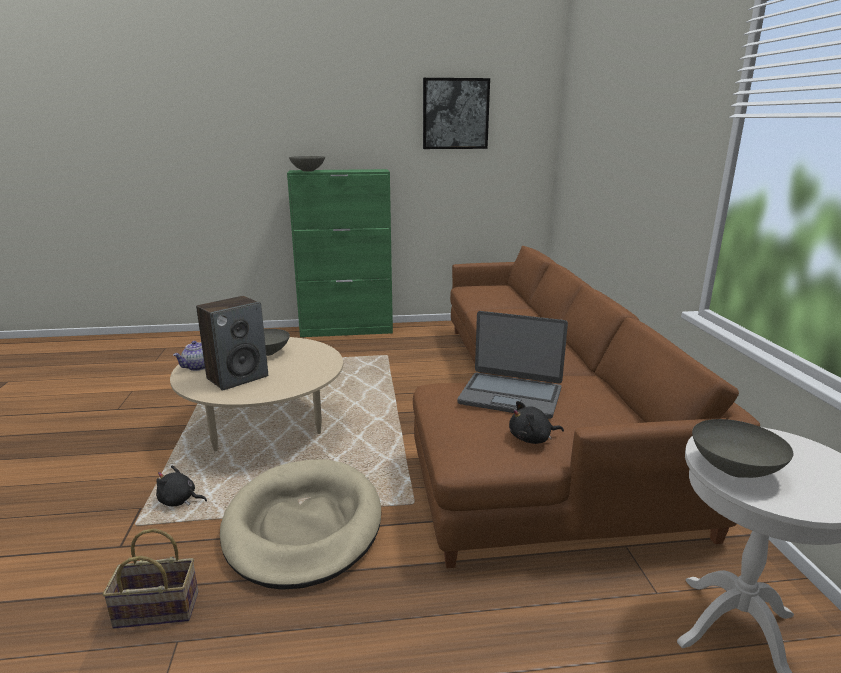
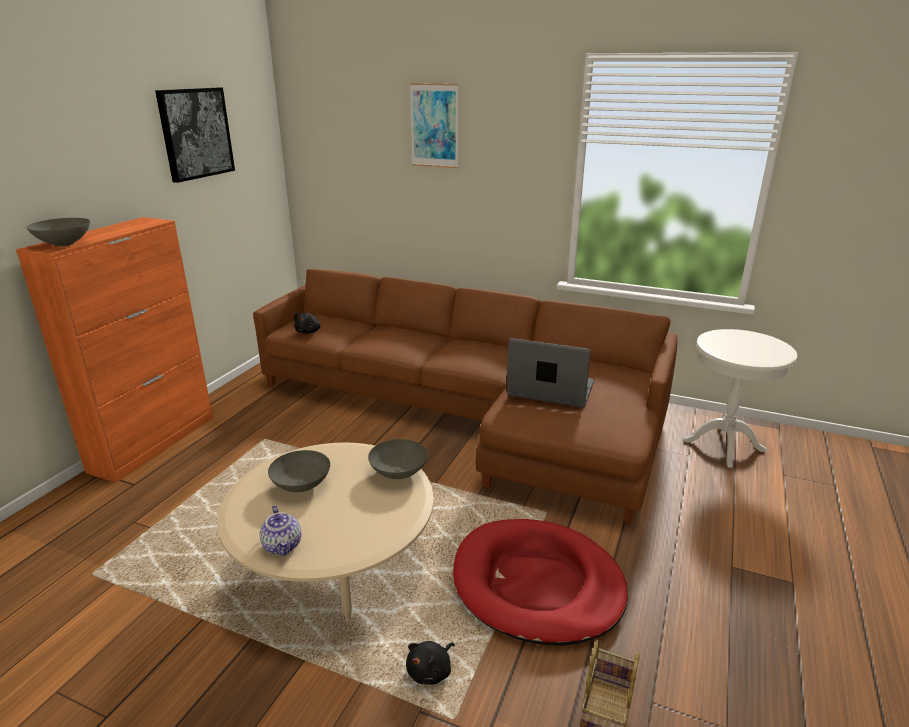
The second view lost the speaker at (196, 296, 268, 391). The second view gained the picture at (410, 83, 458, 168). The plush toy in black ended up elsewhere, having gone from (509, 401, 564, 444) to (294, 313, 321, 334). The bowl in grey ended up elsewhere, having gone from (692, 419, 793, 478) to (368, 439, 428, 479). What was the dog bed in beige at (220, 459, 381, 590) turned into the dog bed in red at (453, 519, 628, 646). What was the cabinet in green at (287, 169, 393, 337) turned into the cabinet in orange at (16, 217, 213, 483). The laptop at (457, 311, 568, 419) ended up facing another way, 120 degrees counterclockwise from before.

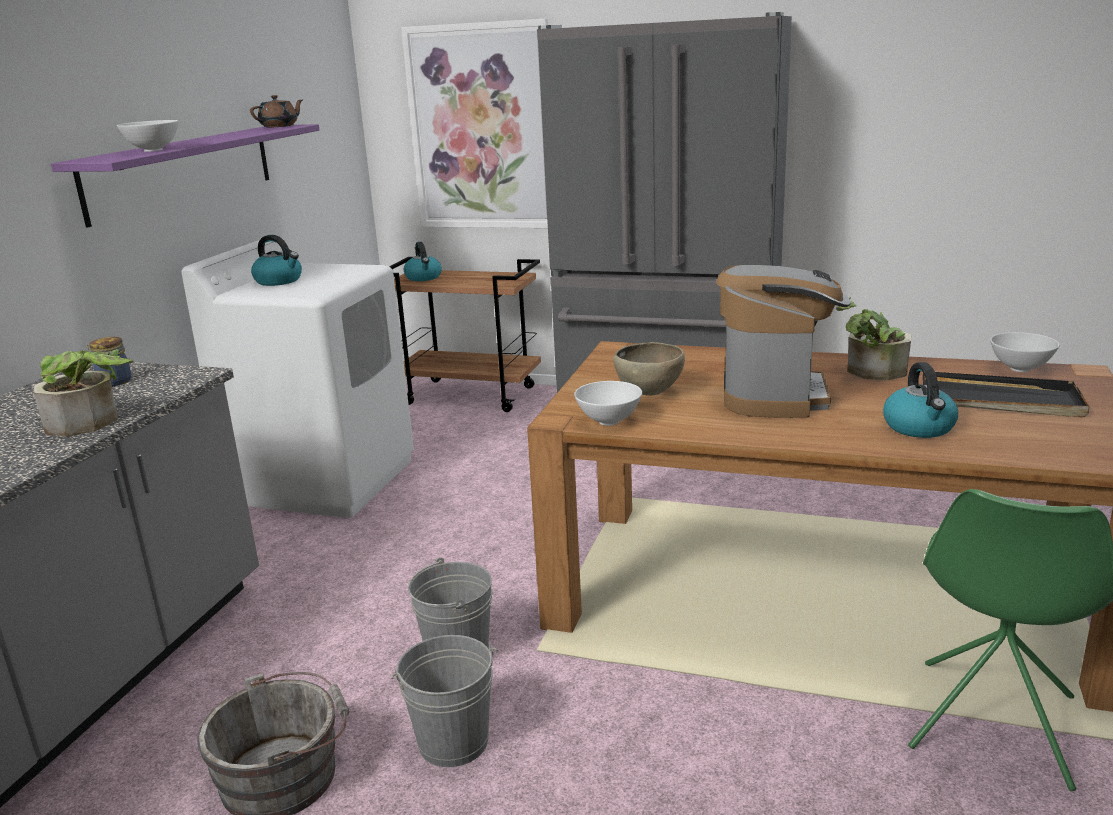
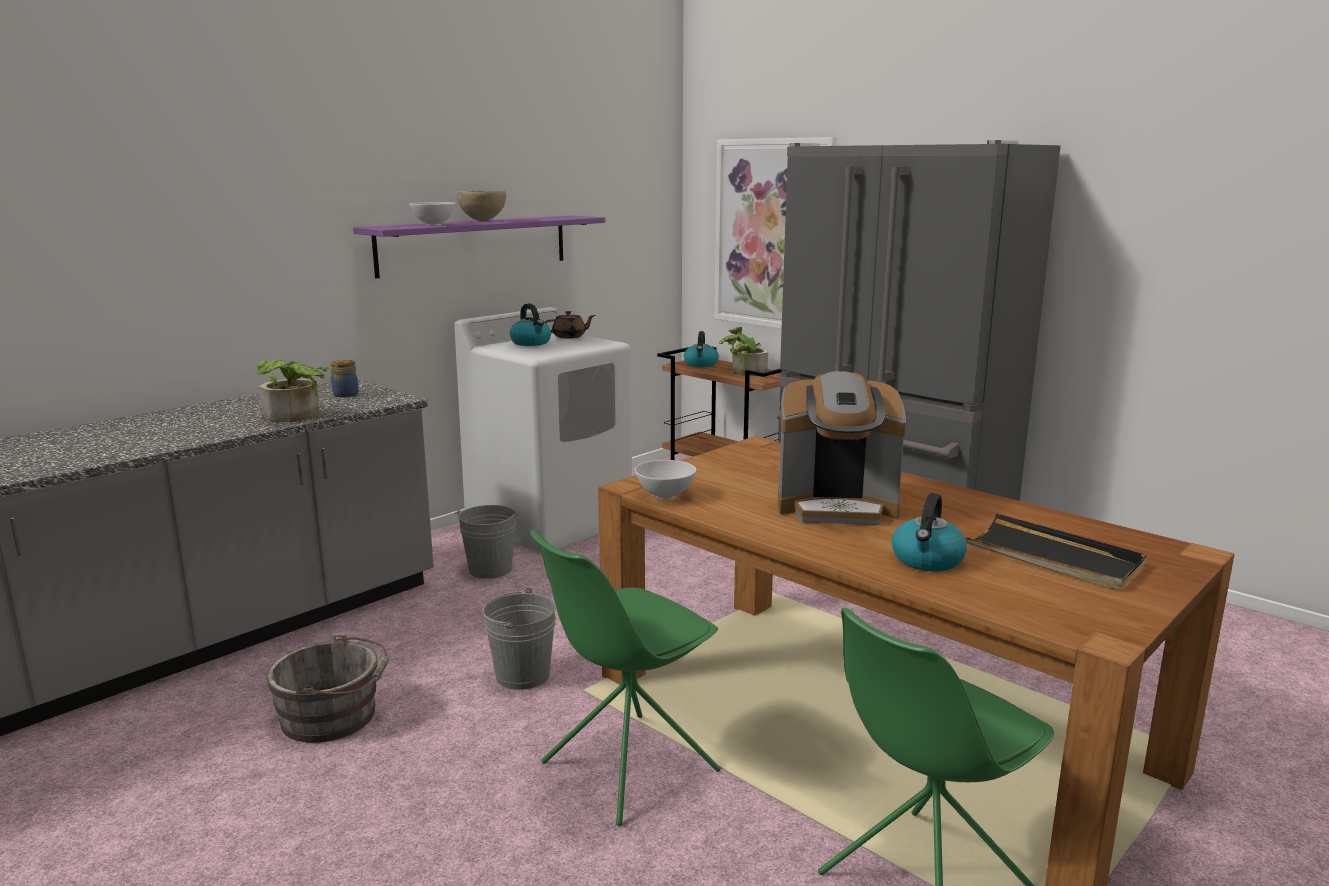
The second view lost the bowl in white at (990, 332, 1059, 372). The second view gained the chair in green at (530, 530, 721, 826). The teapot in brown ended up elsewhere, having gone from (250, 95, 304, 127) to (545, 311, 595, 339). The bucket in grey ended up elsewhere, having gone from (391, 635, 498, 767) to (454, 505, 519, 579). The bowl in brown ended up elsewhere, having gone from (613, 342, 685, 396) to (457, 191, 506, 222). The potted plant ended up elsewhere, having gone from (836, 297, 911, 380) to (719, 327, 768, 376). The coffee machine at (716, 265, 851, 418) ended up facing another way, 60 degrees clockwise from before.

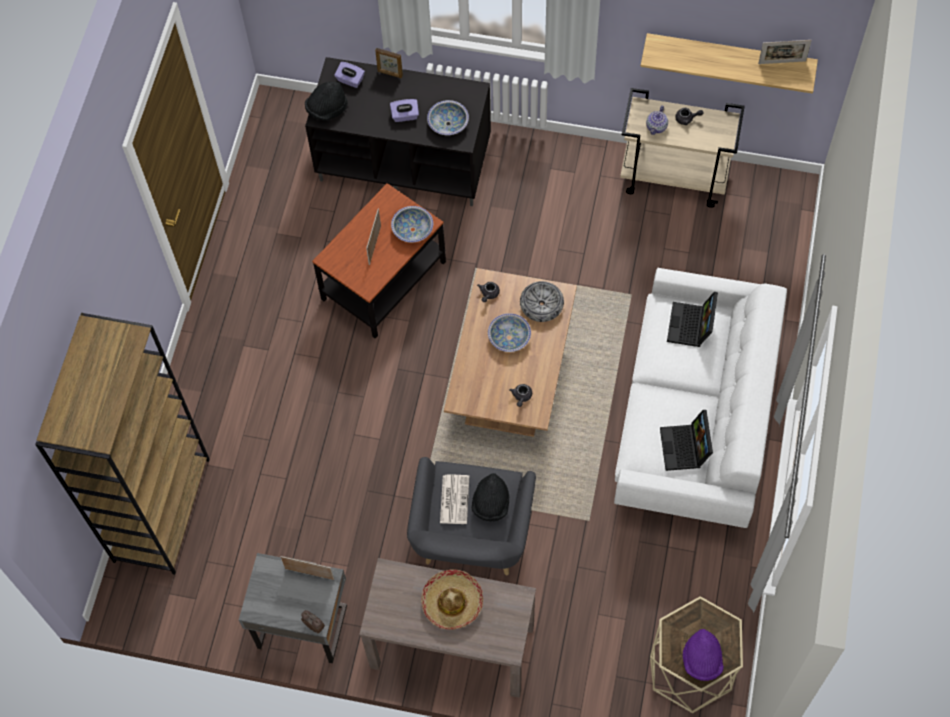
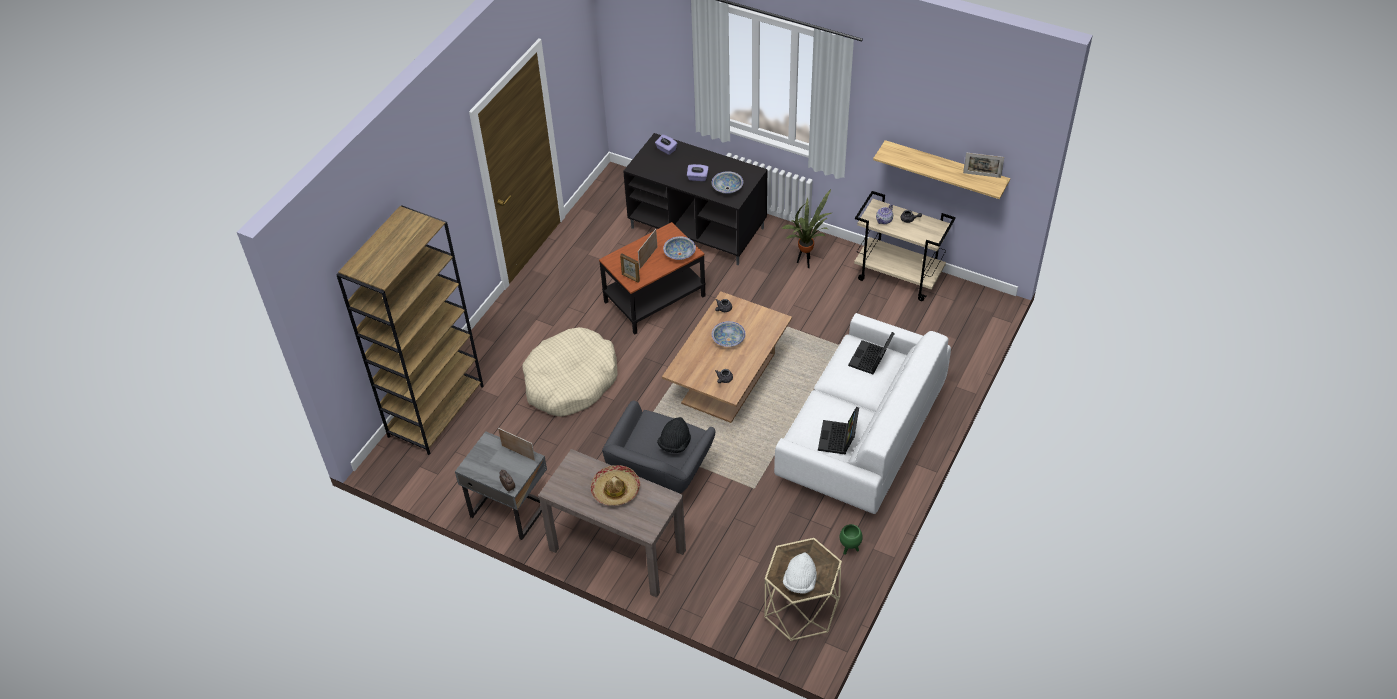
The second view lost the hat in black at (305, 81, 348, 121). The second view lost the newspaper at (440, 475, 469, 524). The second view lost the bowl at (520, 281, 564, 322). The second view gained the dog bed in beige at (522, 327, 618, 417). The second view gained the potted plant at (782, 189, 831, 268). The second view gained the planter in green at (840, 524, 863, 555). The picture frame ended up elsewhere, having gone from (375, 48, 403, 78) to (620, 253, 640, 283). What was the hat in purple at (683, 629, 724, 681) turned into the hat in white at (783, 552, 817, 594).

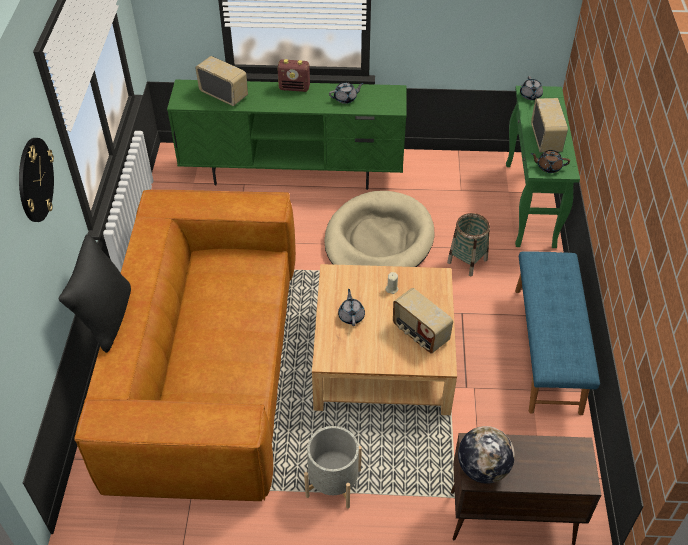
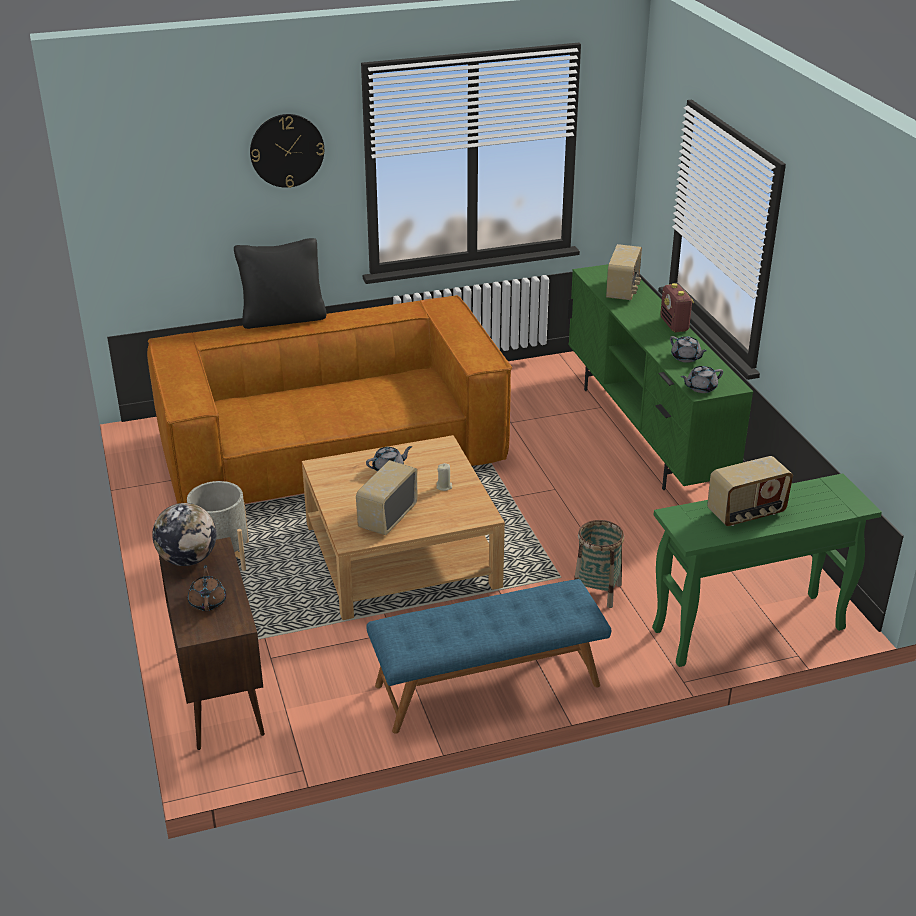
The second view lost the dog bed in beige at (324, 191, 435, 267). The teapot in grey ended up elsewhere, having gone from (520, 76, 543, 100) to (681, 366, 723, 393). The teapot in brown ended up elsewhere, having gone from (530, 150, 570, 173) to (188, 565, 226, 611).

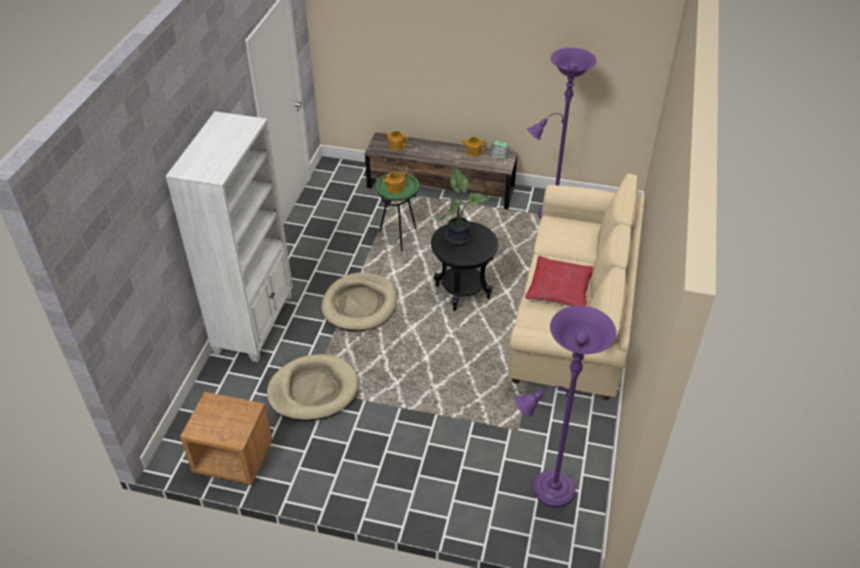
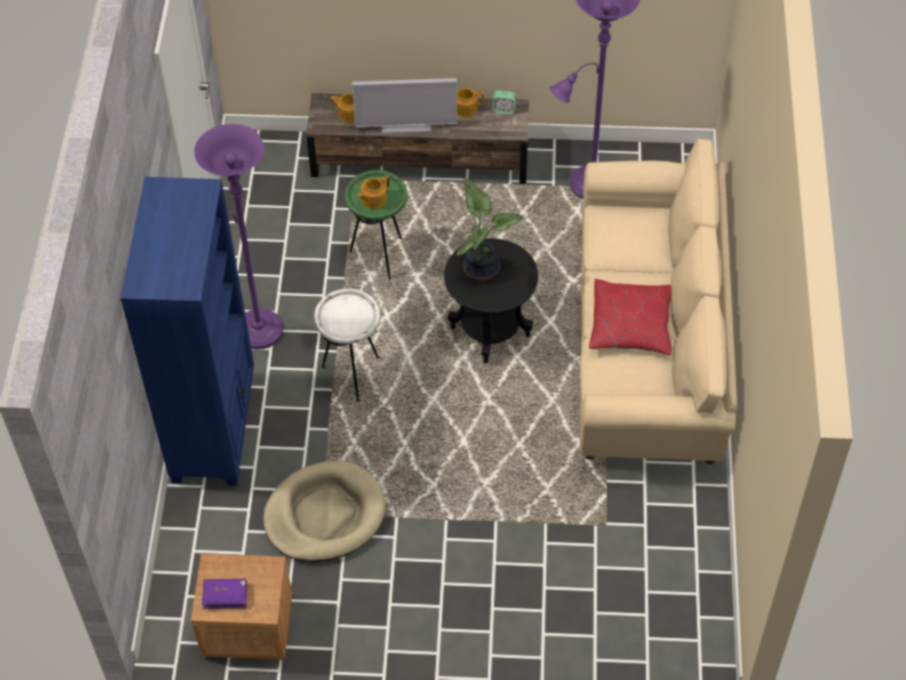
The second view gained the book in purple at (202, 578, 247, 609). The second view gained the television at (352, 78, 457, 133). The floor lamp in purple ended up elsewhere, having gone from (515, 306, 616, 508) to (194, 124, 283, 349). Where the dog bed in beige stood at (321, 272, 397, 332), the side table in white came to stand at (314, 289, 380, 402). What was the bookcase in white at (165, 111, 293, 362) turned into the bookcase in blue at (120, 177, 254, 486).

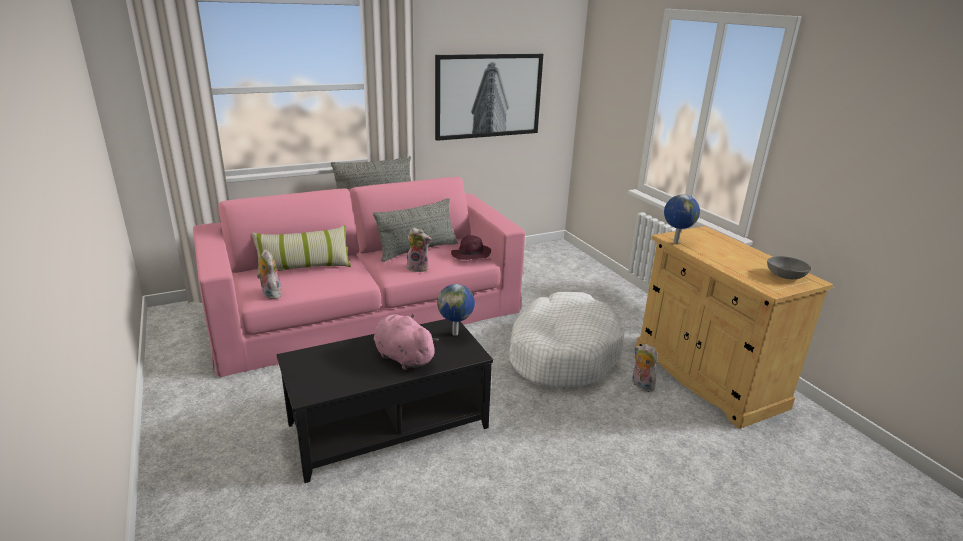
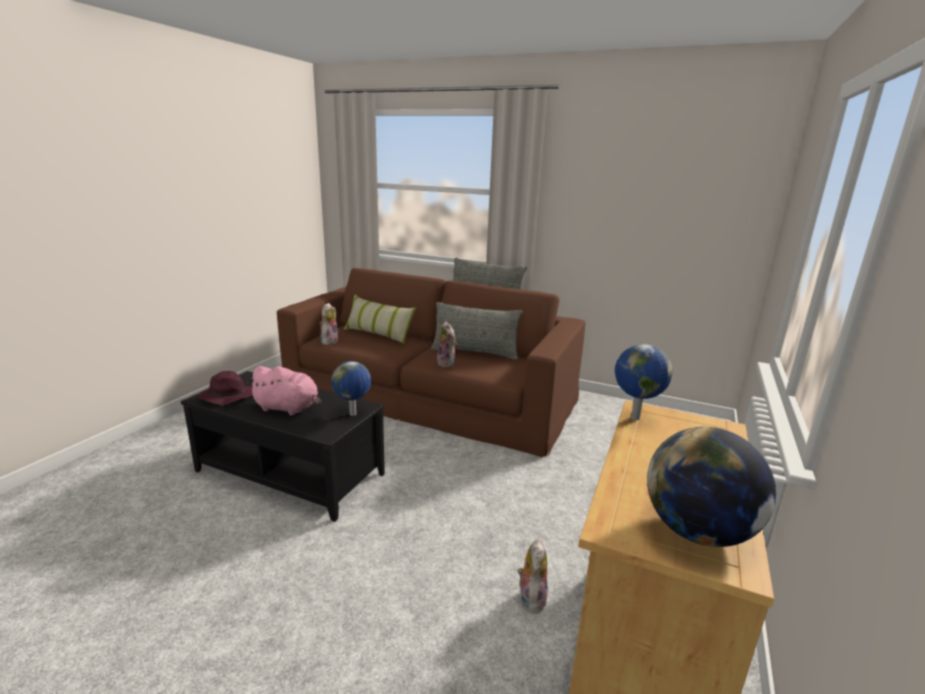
The second view lost the picture at (435, 54, 543, 141). The second view lost the dog bed in white at (509, 292, 623, 387). The hat in purple ended up elsewhere, having gone from (451, 235, 491, 260) to (198, 371, 253, 405). Where the bowl in grey stood at (767, 256, 811, 279), the globe came to stand at (647, 427, 776, 547). What was the sofa in pink at (193, 177, 525, 377) turned into the sofa in brown at (277, 268, 586, 457). The plush toy in pink at (374, 314, 439, 370) ended up facing another way, 105 degrees clockwise from before.

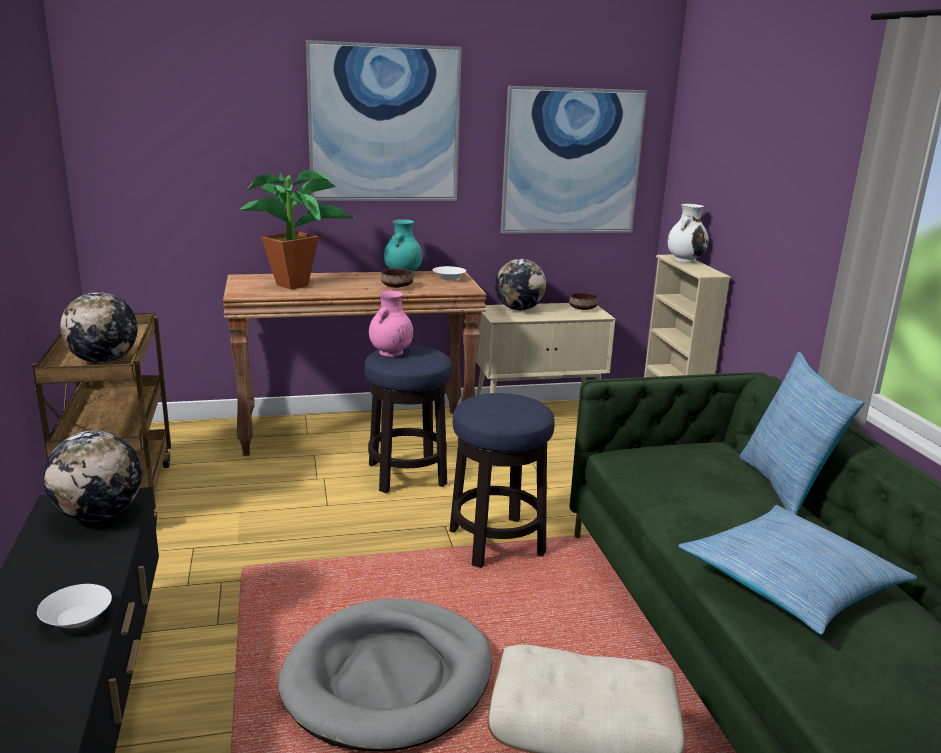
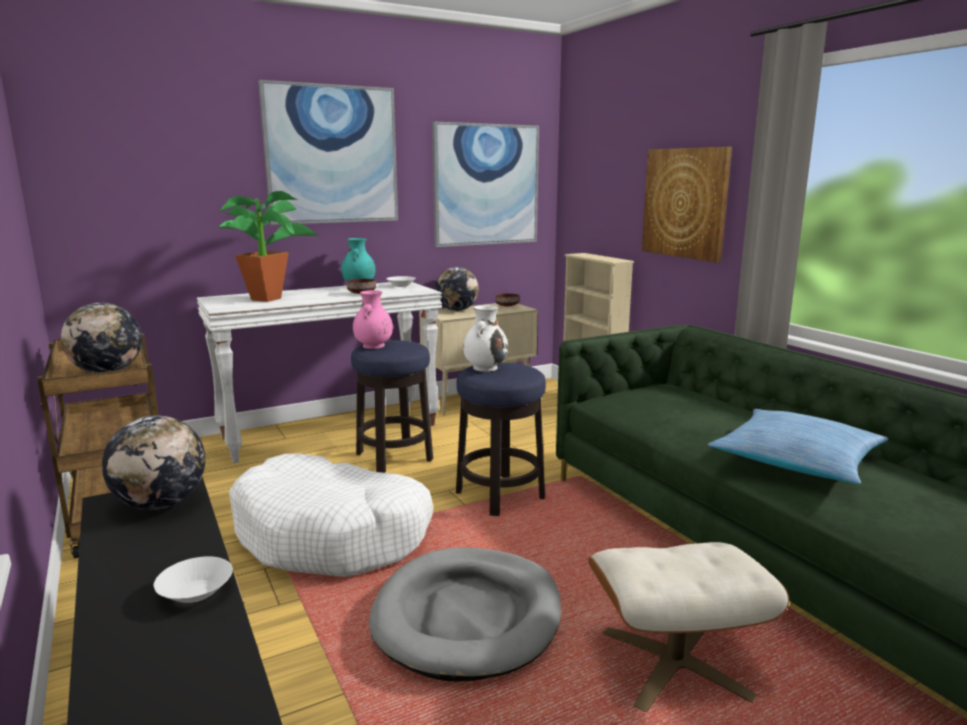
The second view lost the pillow at (739, 352, 865, 515). The second view gained the dog bed in white at (229, 454, 433, 577). The second view gained the picture at (642, 147, 732, 262). The vase in white ended up elsewhere, having gone from (667, 204, 708, 263) to (463, 305, 508, 372). What was the console table in brown at (223, 271, 487, 456) turned into the console table in white at (197, 282, 442, 464).

